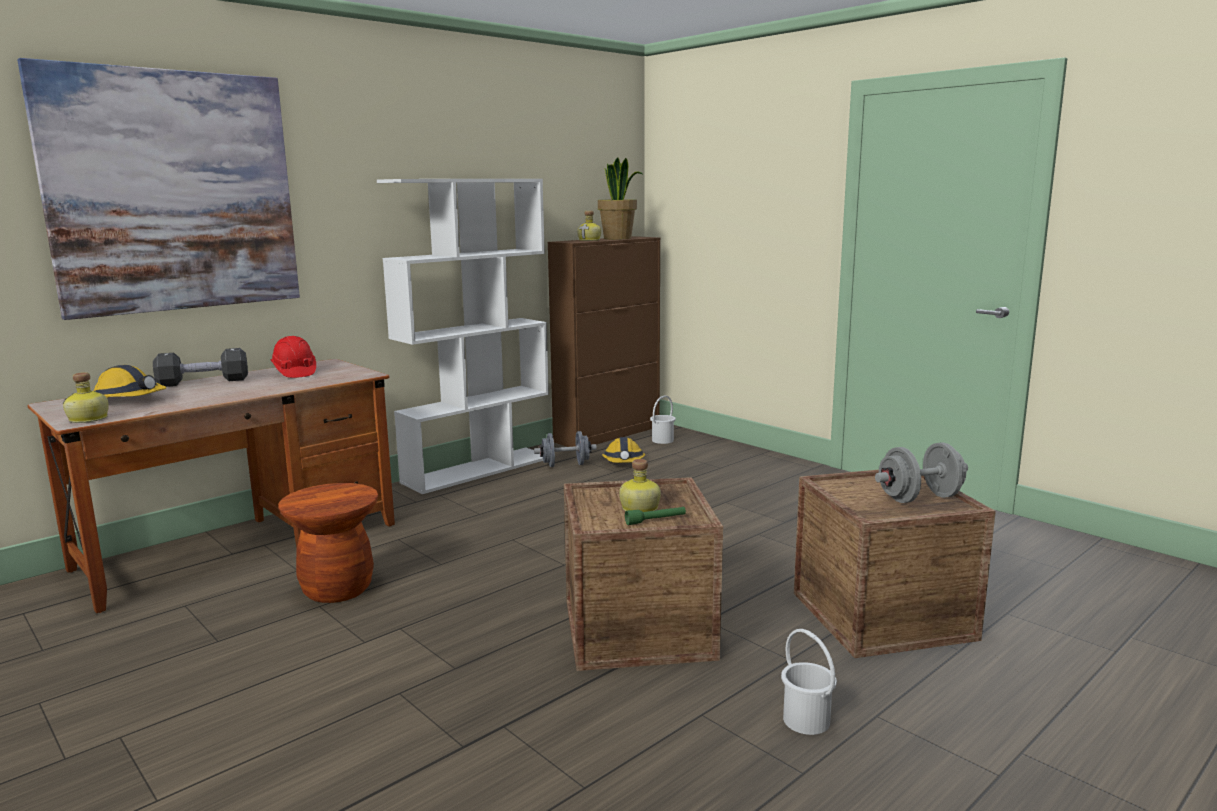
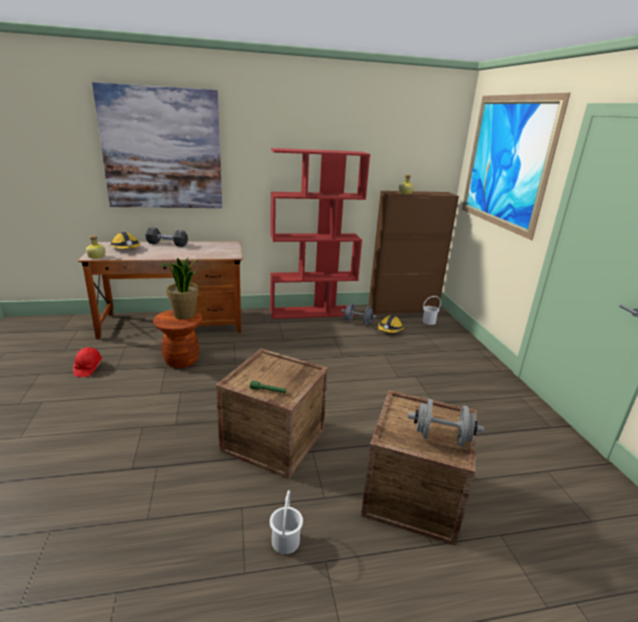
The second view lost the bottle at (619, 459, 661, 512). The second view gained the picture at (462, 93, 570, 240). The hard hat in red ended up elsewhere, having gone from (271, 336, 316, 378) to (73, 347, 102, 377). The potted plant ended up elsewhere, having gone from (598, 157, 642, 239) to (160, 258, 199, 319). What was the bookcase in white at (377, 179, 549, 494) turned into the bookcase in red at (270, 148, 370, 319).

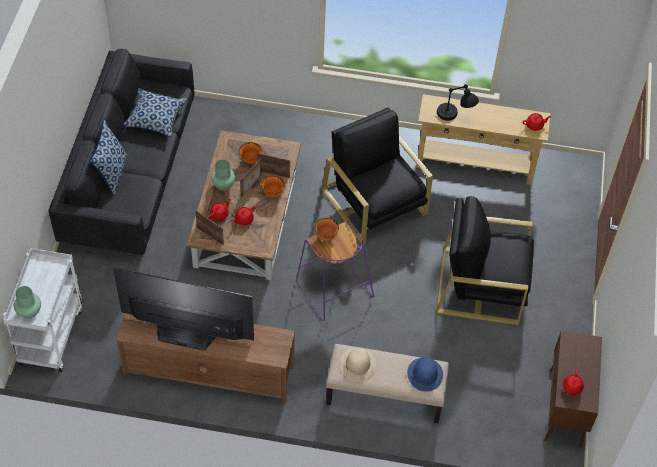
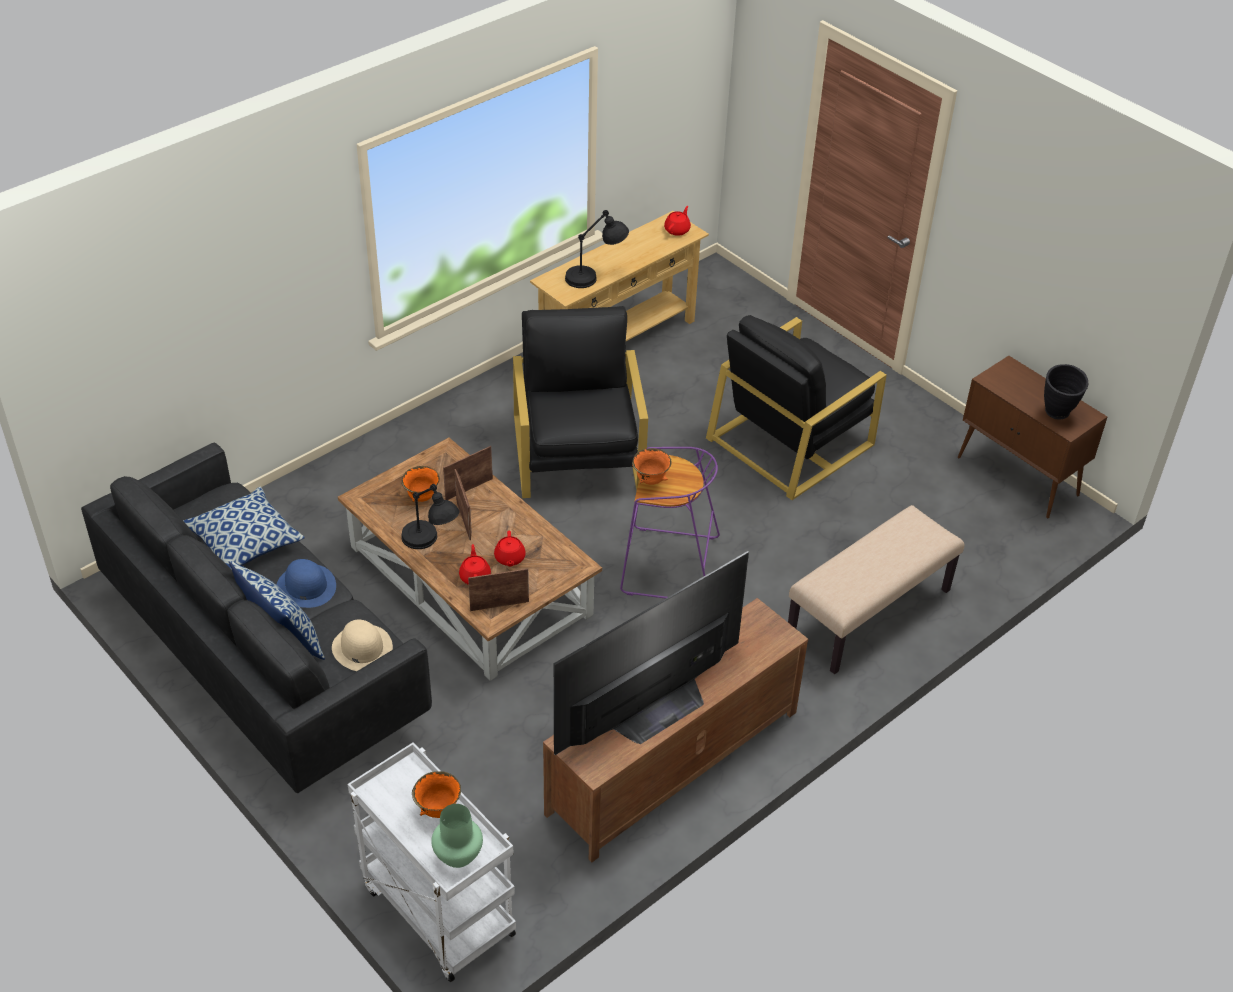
The bowl in orange ended up elsewhere, having gone from (261, 176, 285, 199) to (412, 771, 461, 818). The hat in beige ended up elsewhere, having gone from (340, 347, 376, 381) to (332, 619, 393, 671). The hat in blue ended up elsewhere, having gone from (407, 357, 443, 392) to (277, 559, 336, 608). Where the vase in green stood at (211, 160, 235, 191), the table lamp in black came to stand at (401, 484, 460, 549). Where the teapot in red stood at (563, 370, 584, 397), the vase in black came to stand at (1044, 364, 1088, 419). The armchair in black at (321, 107, 433, 244) ended up facing another way, 75 degrees clockwise from before.

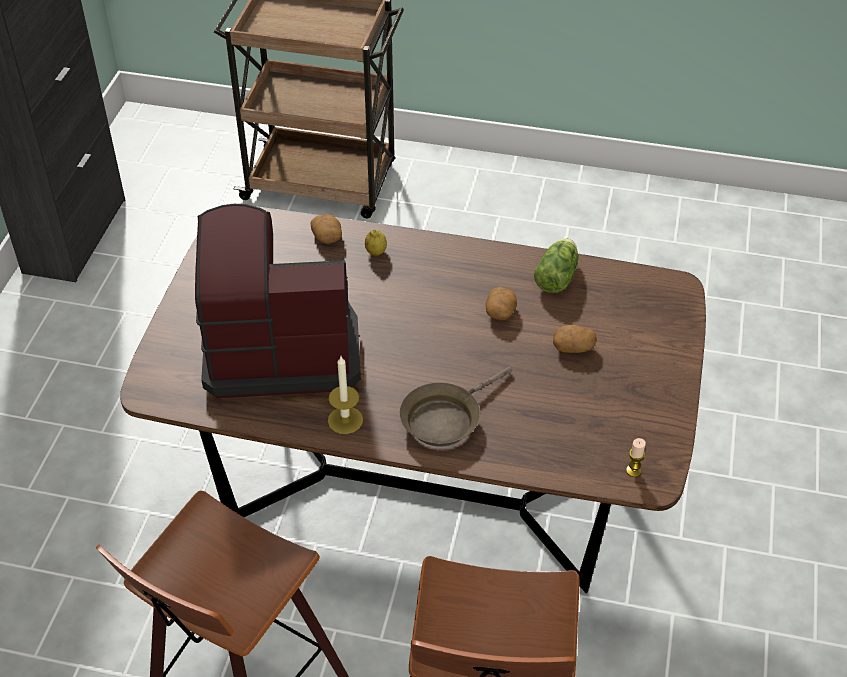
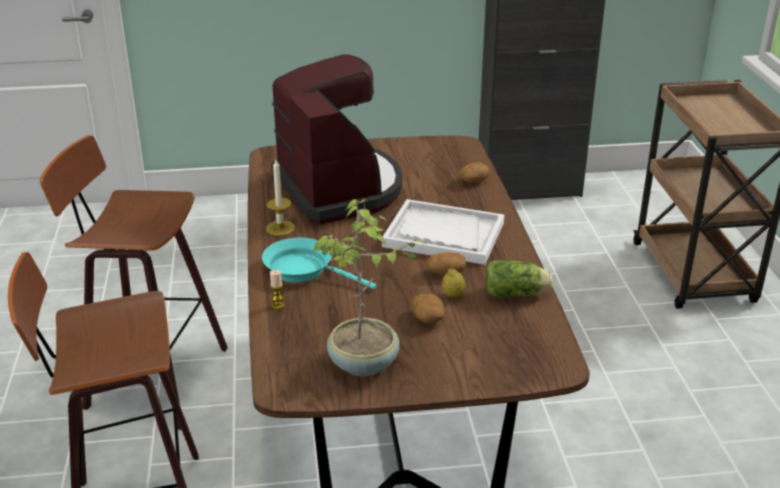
The second view gained the potted plant at (313, 199, 428, 377). The second view gained the tray in white at (382, 199, 504, 265). The lemon ended up elsewhere, having gone from (365, 230, 387, 256) to (442, 268, 466, 298). The candle ended up elsewhere, having gone from (626, 438, 646, 477) to (269, 270, 285, 310). What was the frying pan in brown at (400, 367, 512, 446) turned into the frying pan in turquoise at (262, 238, 377, 289).

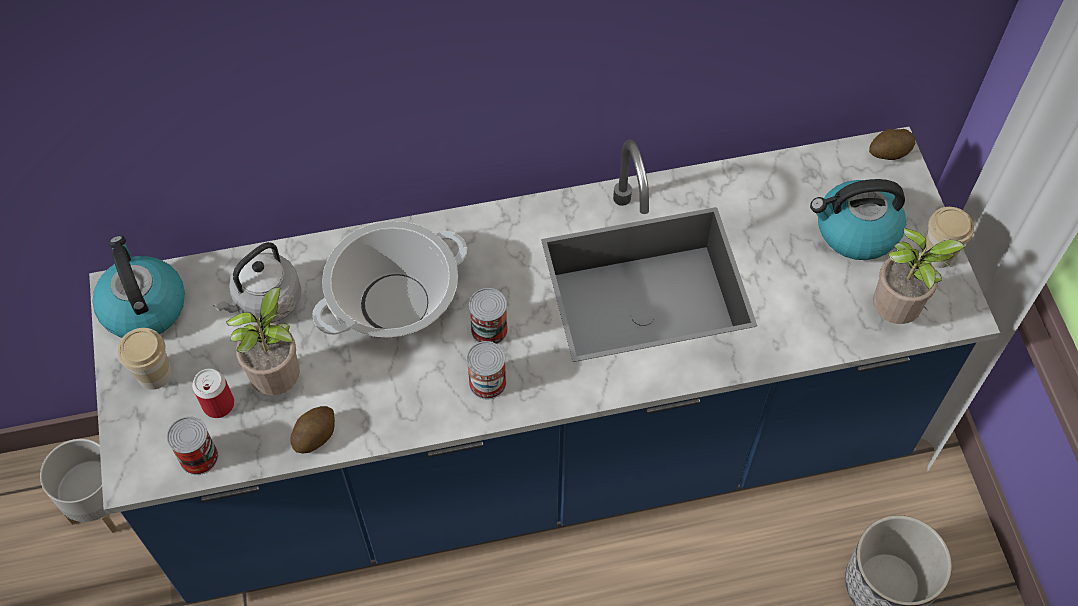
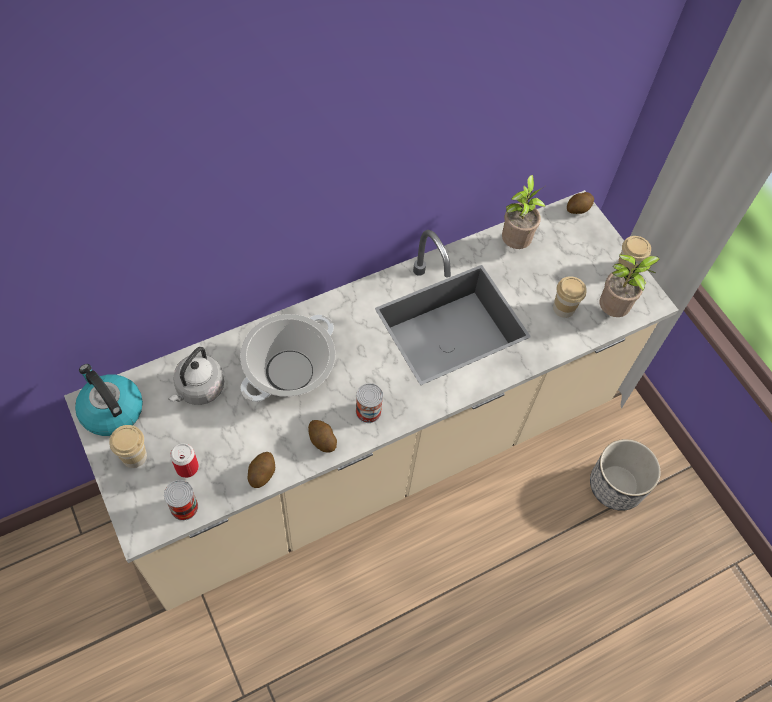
The second view lost the planter in grey at (40, 439, 117, 533). The second view lost the can at (469, 288, 508, 344). The second view lost the kettle at (810, 179, 906, 260). The second view gained the potato at (308, 420, 337, 453). The second view gained the cup at (553, 276, 587, 318). The potted plant ended up elsewhere, having gone from (226, 287, 300, 395) to (502, 175, 546, 249). What was the counter in blue at (89, 127, 1000, 603) turned into the counter in beige at (64, 190, 678, 611).

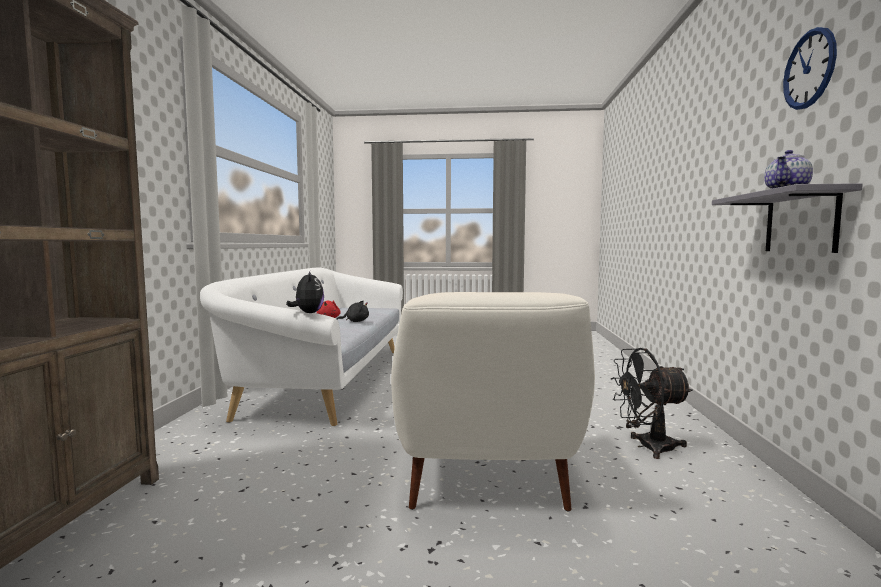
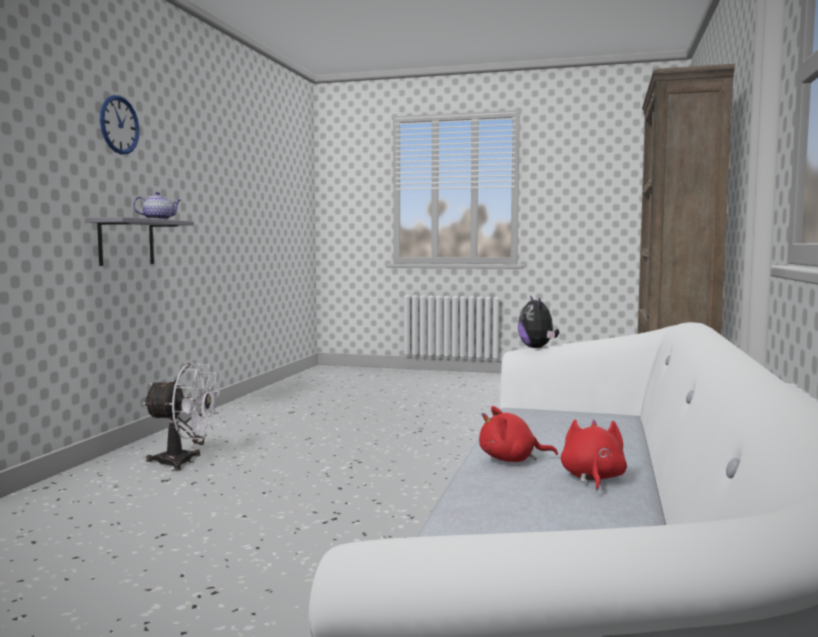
The second view lost the armchair in white at (391, 292, 595, 511). What was the plush toy in black at (337, 301, 369, 322) turned into the plush toy in red at (479, 406, 558, 462). What was the fan in black at (611, 348, 693, 459) turned into the fan in white at (142, 363, 220, 471).

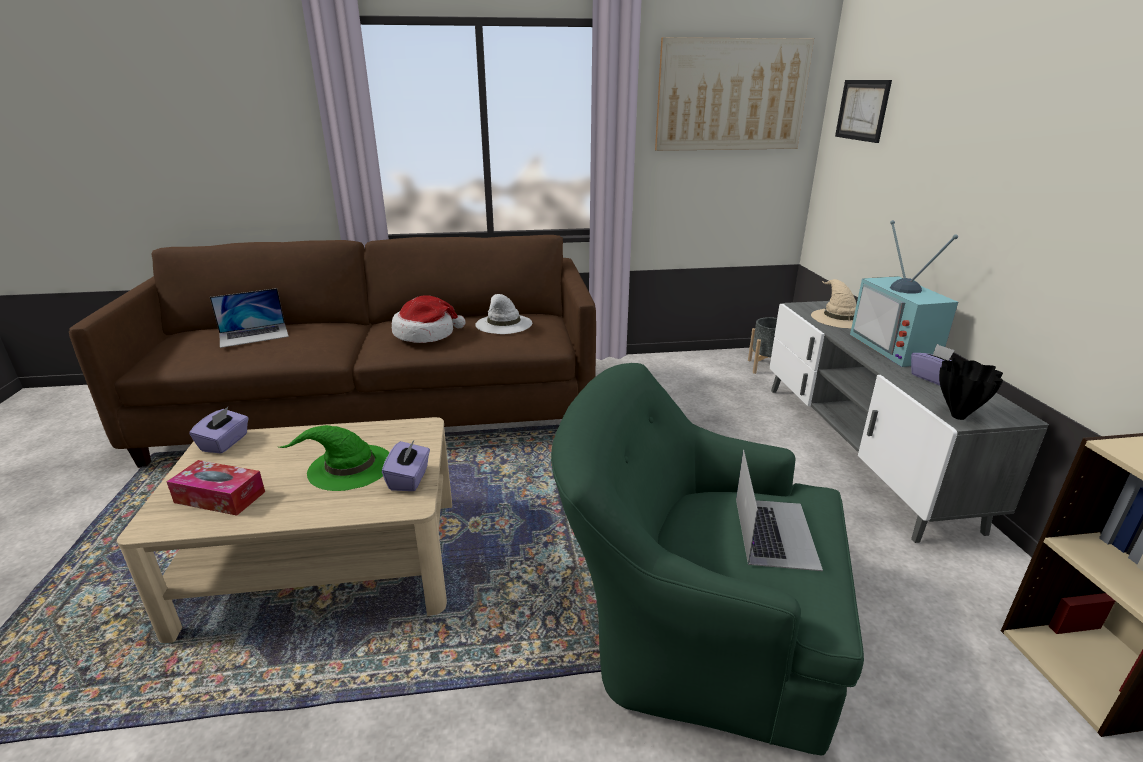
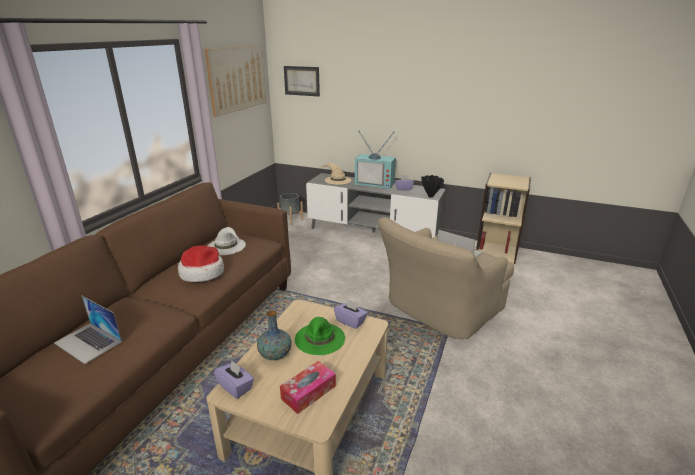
The second view gained the vase at (257, 310, 292, 360). What was the armchair in green at (551, 363, 864, 756) turned into the armchair in beige at (378, 217, 514, 339). The laptop at (210, 288, 289, 348) ended up facing another way, 120 degrees clockwise from before.

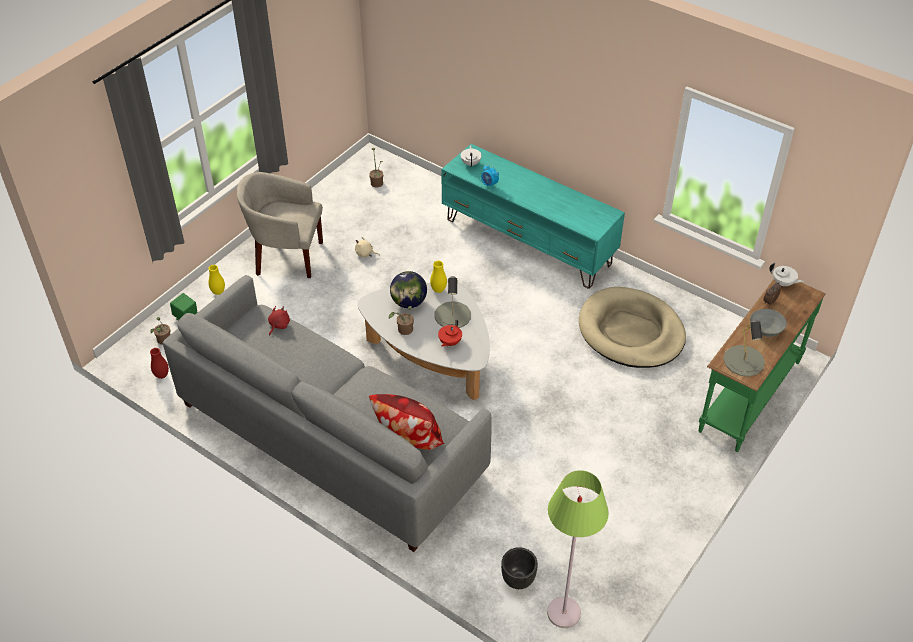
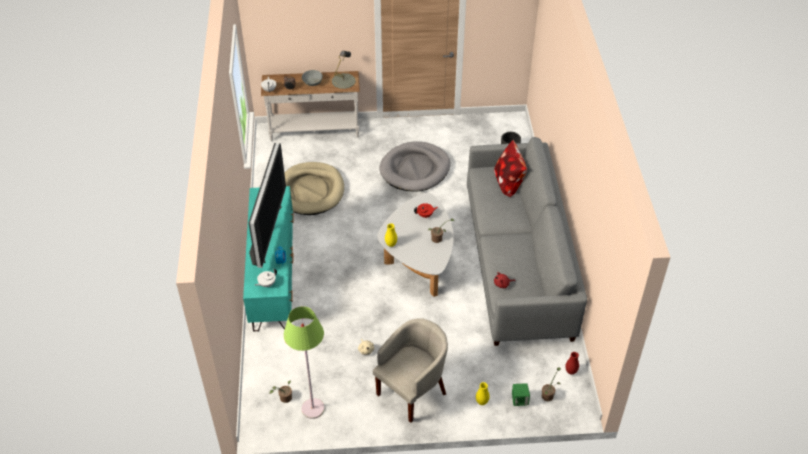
The second view lost the globe at (390, 271, 427, 308). The second view lost the table lamp in grey at (435, 276, 471, 328). The second view gained the television at (249, 143, 286, 268). The second view gained the dog bed in grey at (379, 141, 450, 192). The floor lamp in green ended up elsewhere, having gone from (547, 470, 609, 628) to (284, 306, 325, 419). What was the console table in green at (699, 279, 826, 452) turned into the console table in white at (261, 71, 360, 141). The armchair in beige at (237, 172, 323, 278) ended up facing another way, 105 degrees counterclockwise from before.

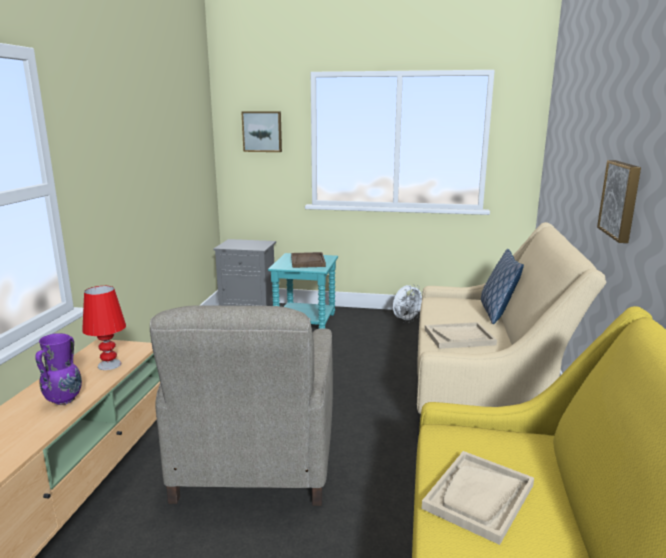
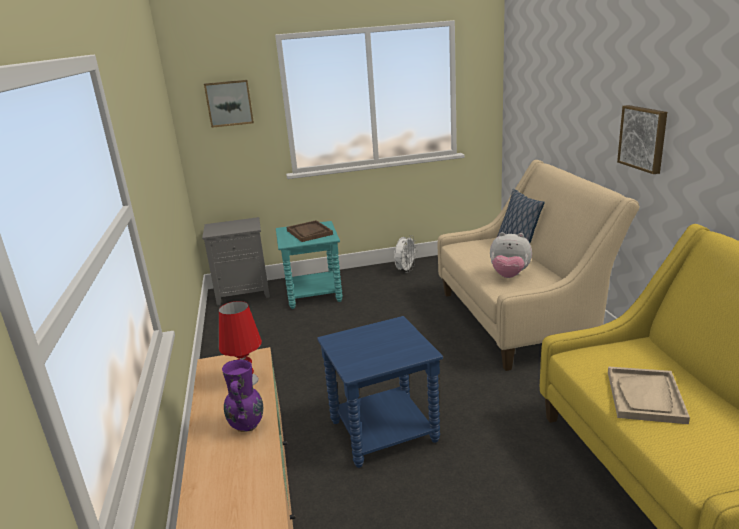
Where the armchair in beige stood at (150, 305, 333, 506), the side table in blue came to stand at (317, 316, 443, 468). Where the tray in beige stood at (425, 322, 497, 349), the plush toy came to stand at (490, 232, 532, 278).

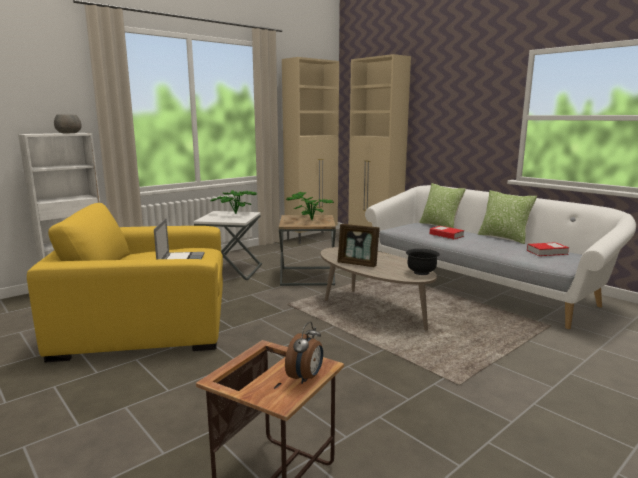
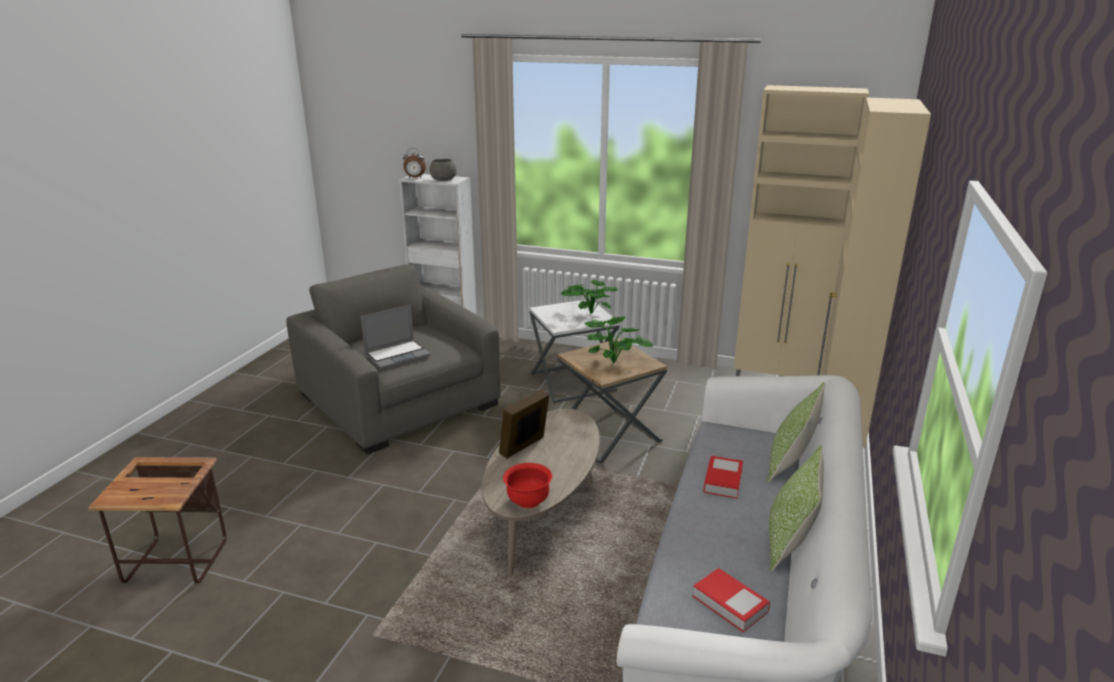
The alarm clock ended up elsewhere, having gone from (285, 322, 323, 384) to (403, 148, 426, 178). What was the armchair in yellow at (27, 203, 223, 362) turned into the armchair in grey at (286, 264, 501, 454). What was the bowl in black at (406, 249, 440, 275) turned into the bowl in red at (503, 463, 552, 508). The picture frame at (337, 224, 380, 267) ended up facing another way, 45 degrees clockwise from before.

